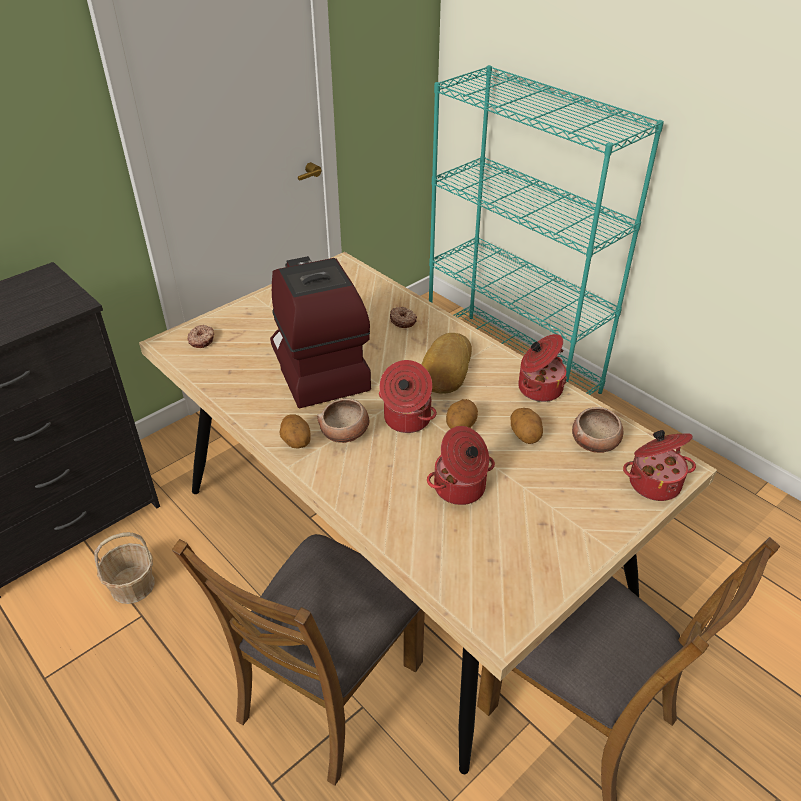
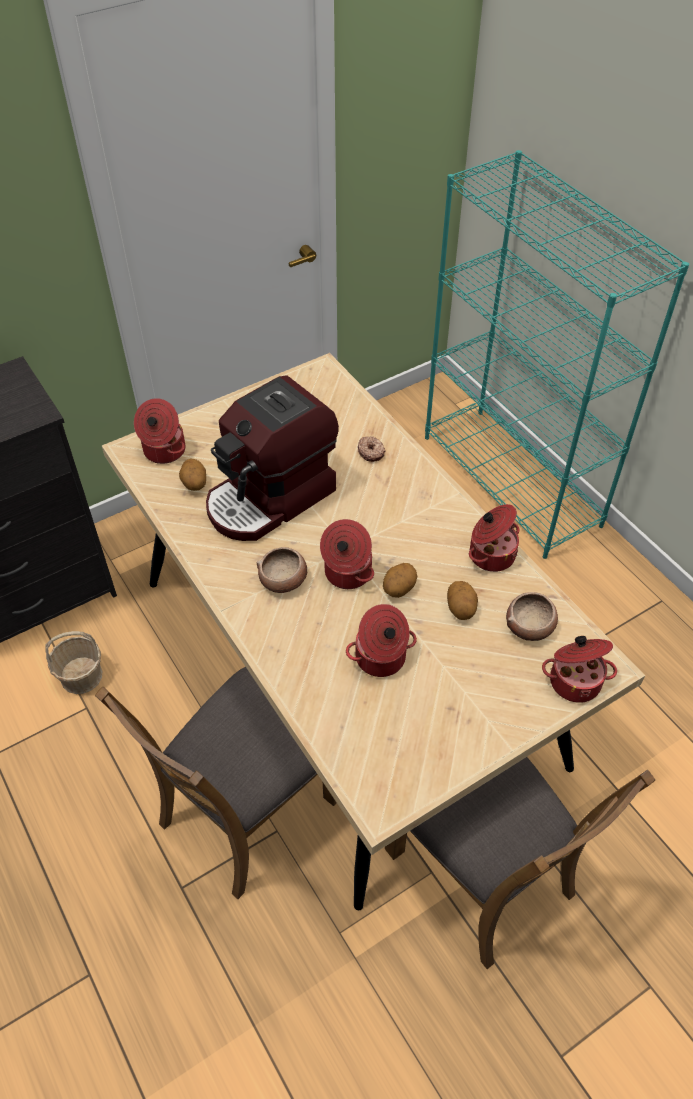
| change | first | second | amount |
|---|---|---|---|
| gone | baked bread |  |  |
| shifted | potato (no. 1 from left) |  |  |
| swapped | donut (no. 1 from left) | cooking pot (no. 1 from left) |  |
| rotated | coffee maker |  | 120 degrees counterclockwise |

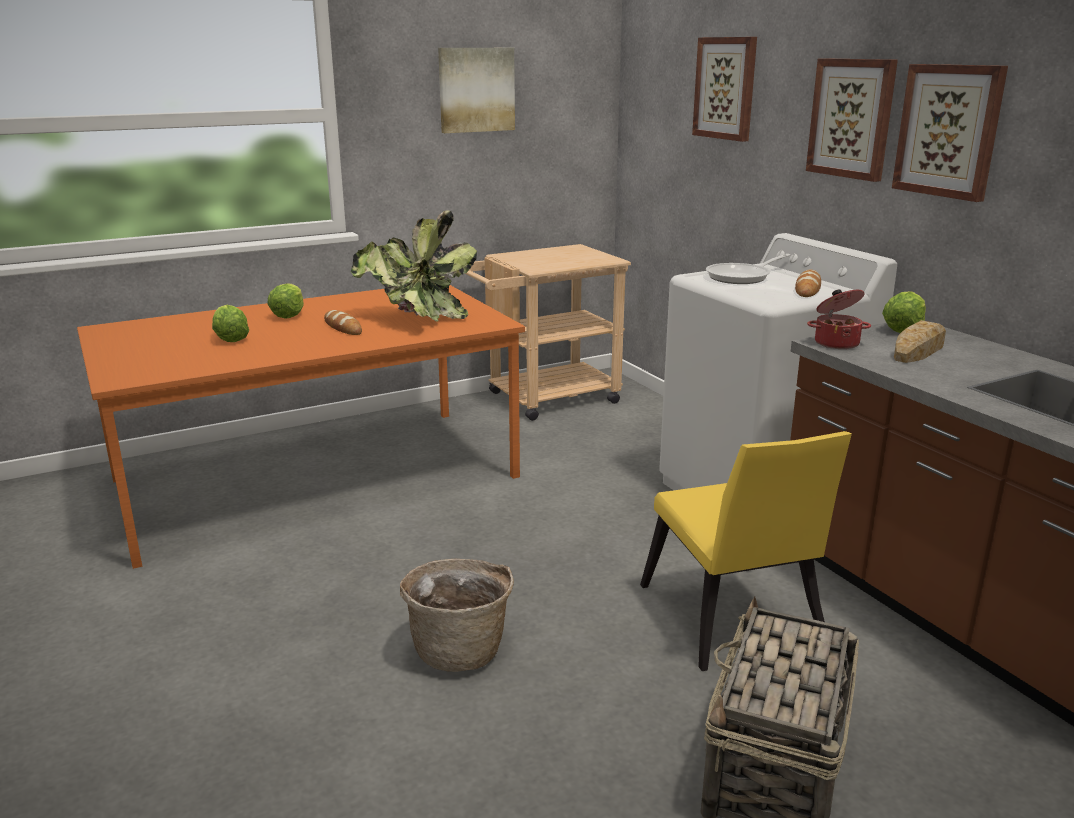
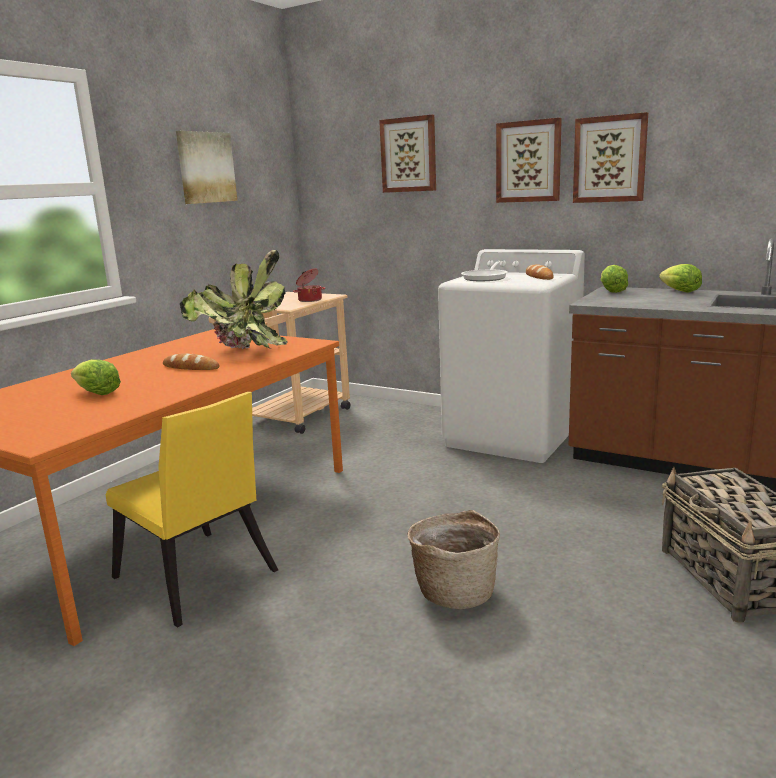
| change | first | second | amount |
|---|---|---|---|
| gone | baked bread (no. 3 from left) |  |  |
| shifted | lettuce head (no. 2 from left in the first image) | lettuce head (no. 3 from left) |  |
| shifted | yellow chair |  |  |
| shifted | cooking pot |  |  |

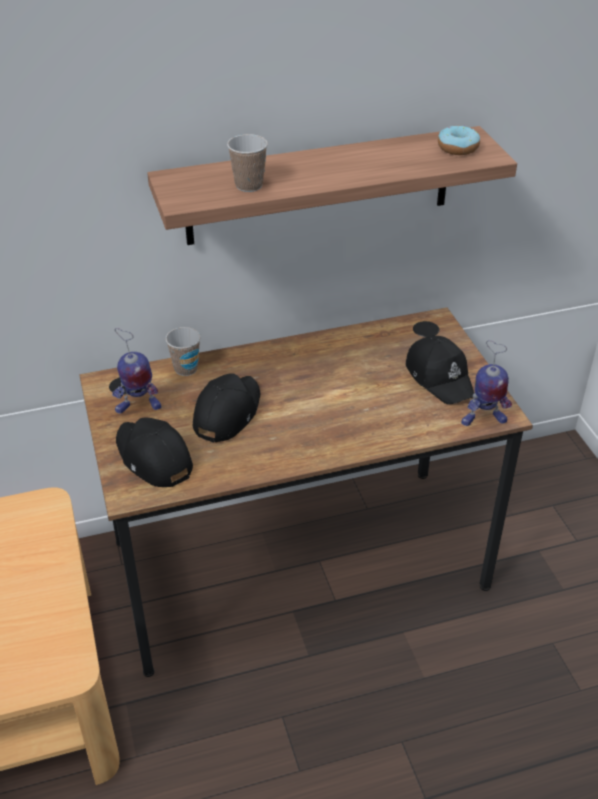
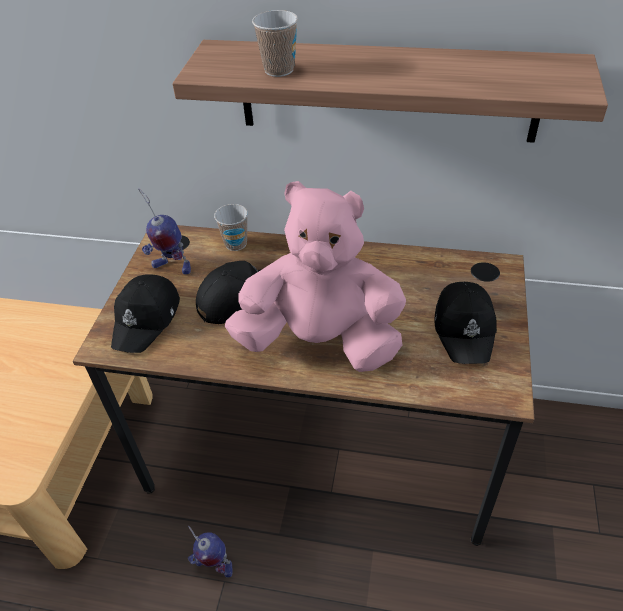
| change | first | second | amount |
|---|---|---|---|
| gone | donut |  |  |
| new |  | pink plush toy |  |
| shifted | robot figure (no. 2 from left) |  |  |
| rotated | black baseball cap (no. 1 from left) |  | 150 degrees counterclockwise |

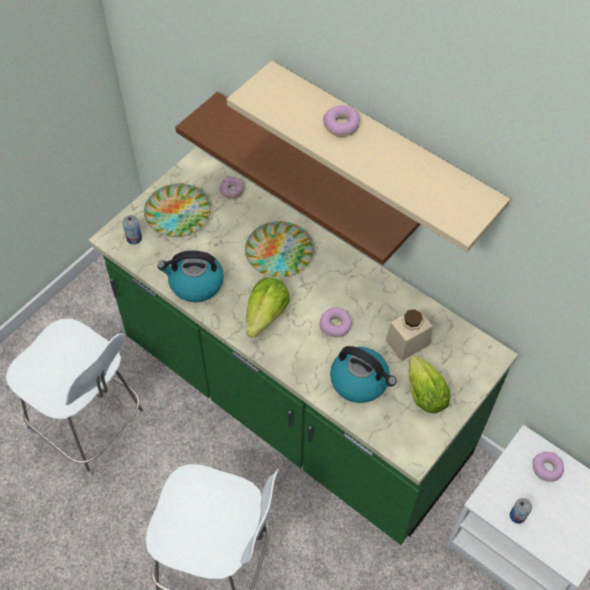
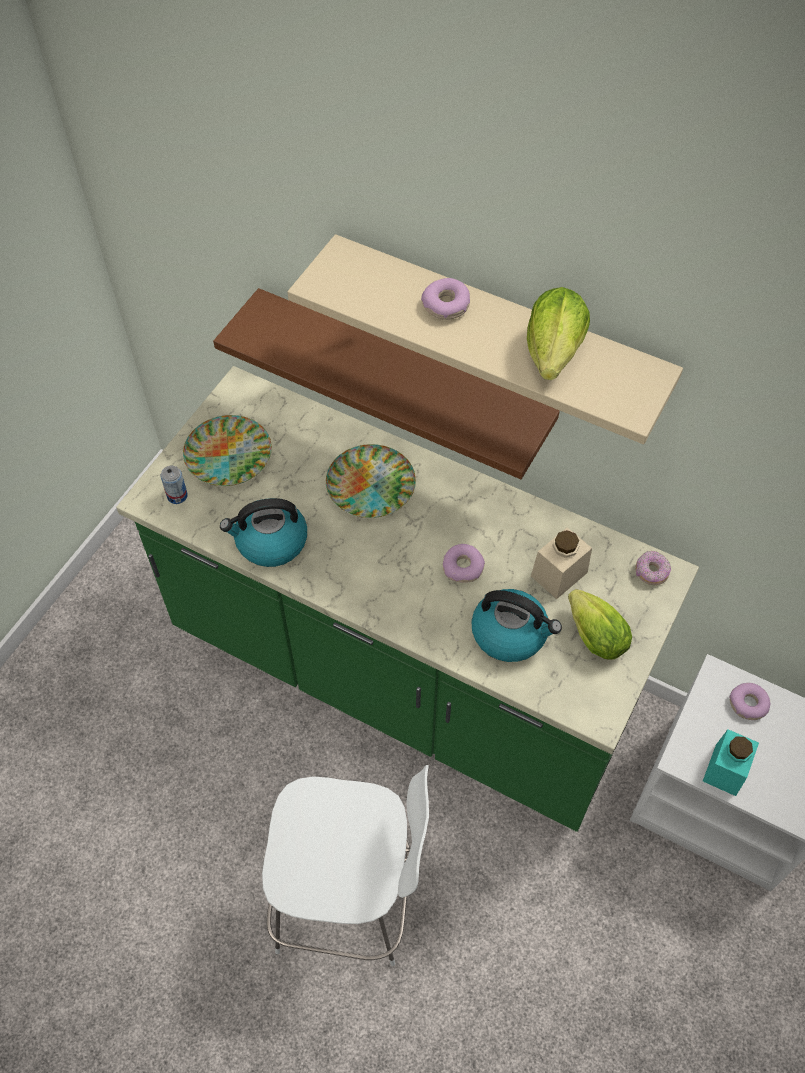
| change | first | second | amount |
|---|---|---|---|
| gone | white stool (no. 1 from left) |  |  |
| shifted | donut (no. 1 from left in the first image) | donut (no. 3 from left) |  |
| shifted | lettuce head (no. 1 from left) |  |  |
| swapped | sealed can (no. 2 from left) | blue-green jar |  |

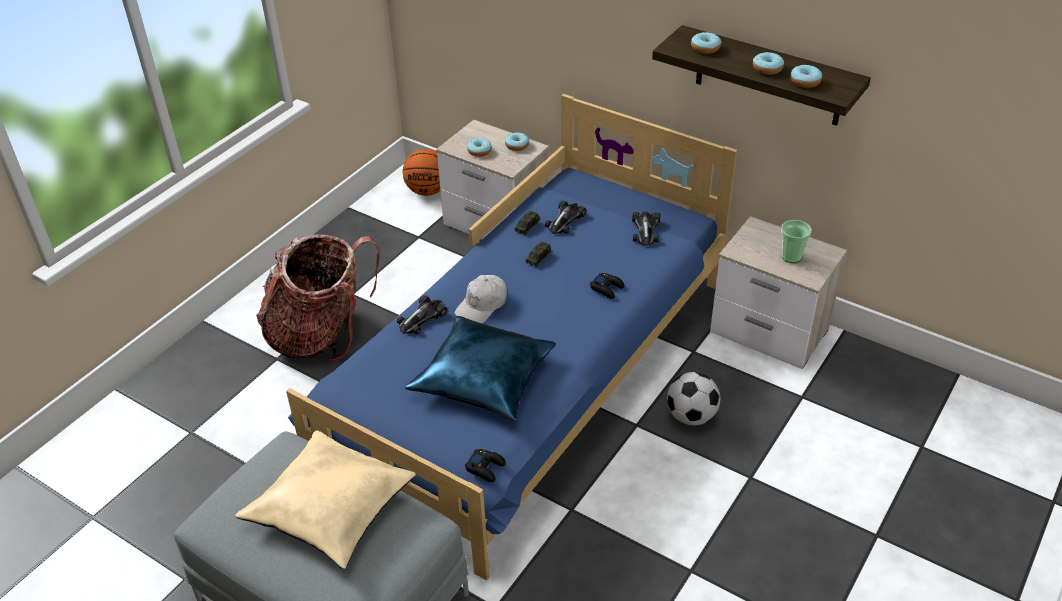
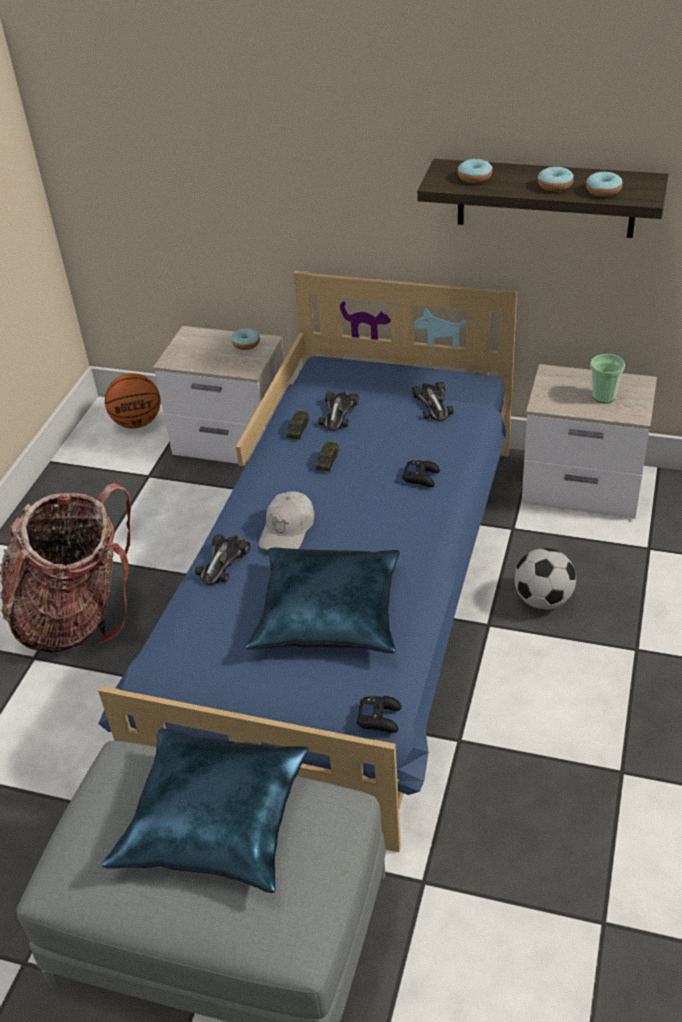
| change | first | second | amount |
|---|---|---|---|
| gone | donut (no. 1 from left) |  |  |
| repainted | beige-coloured pillow | blue-coloured pillow (no. 1 from left) |  |

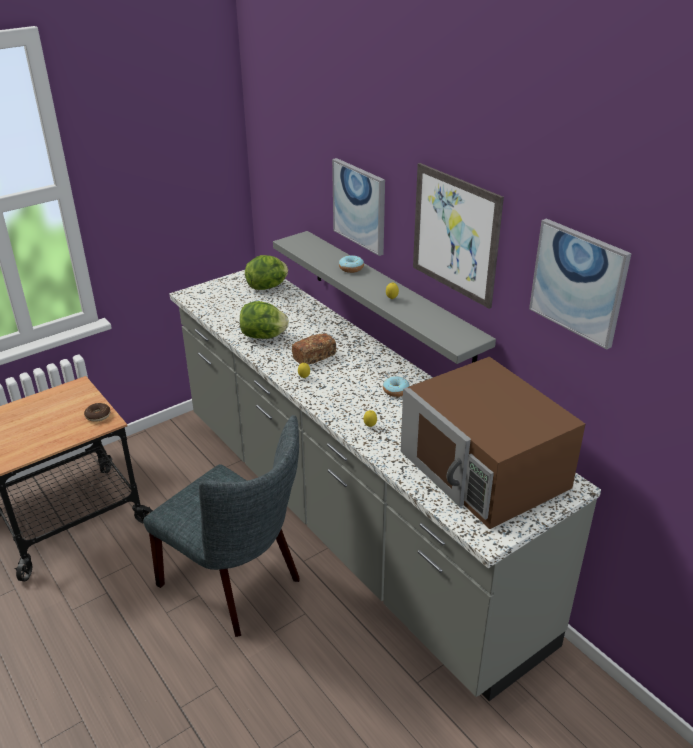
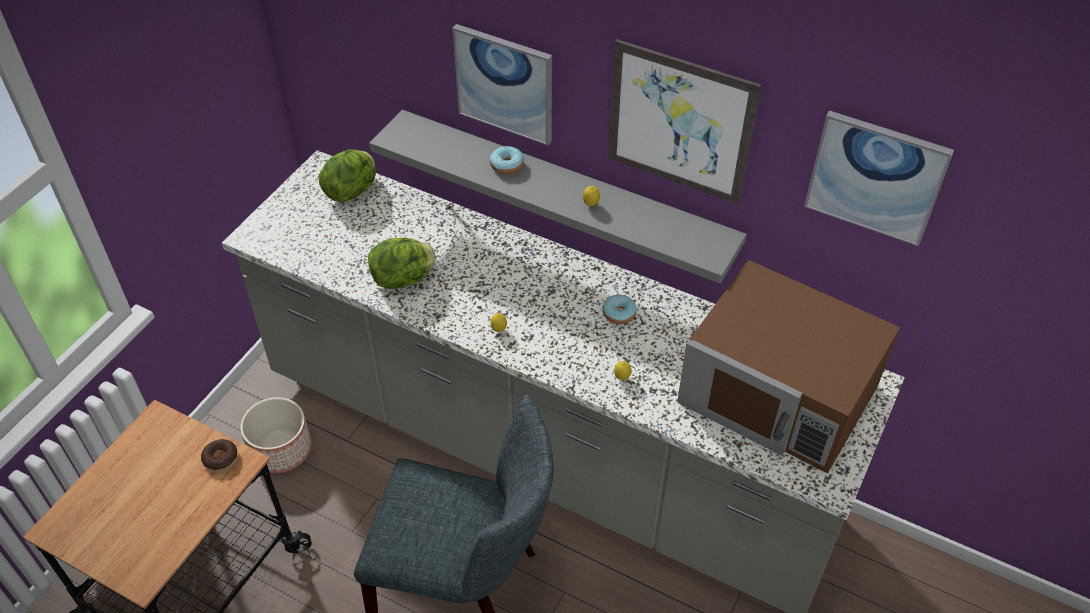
| change | first | second | amount |
|---|---|---|---|
| gone | baked bread |  |  |
| new |  | planter |  |

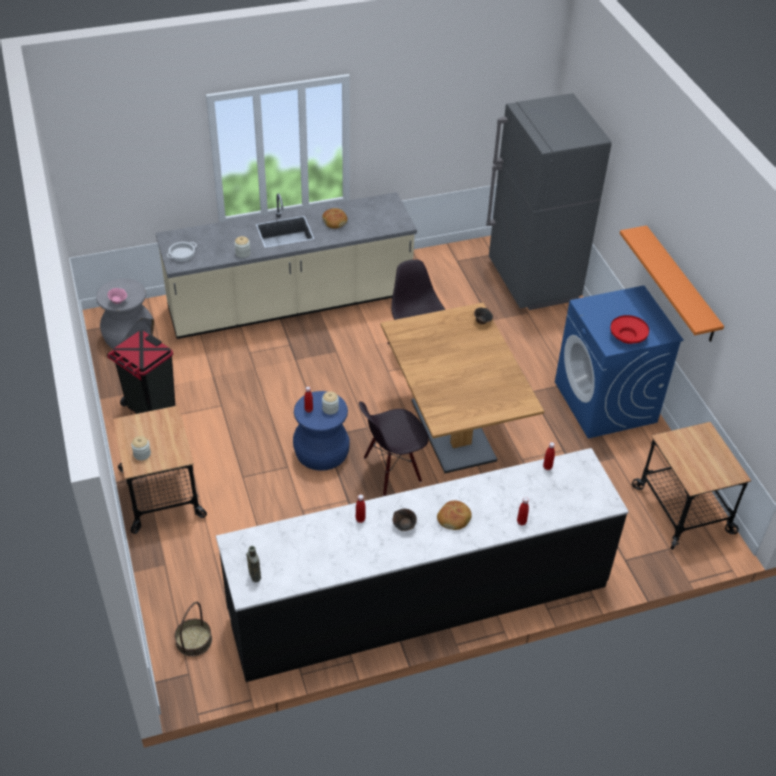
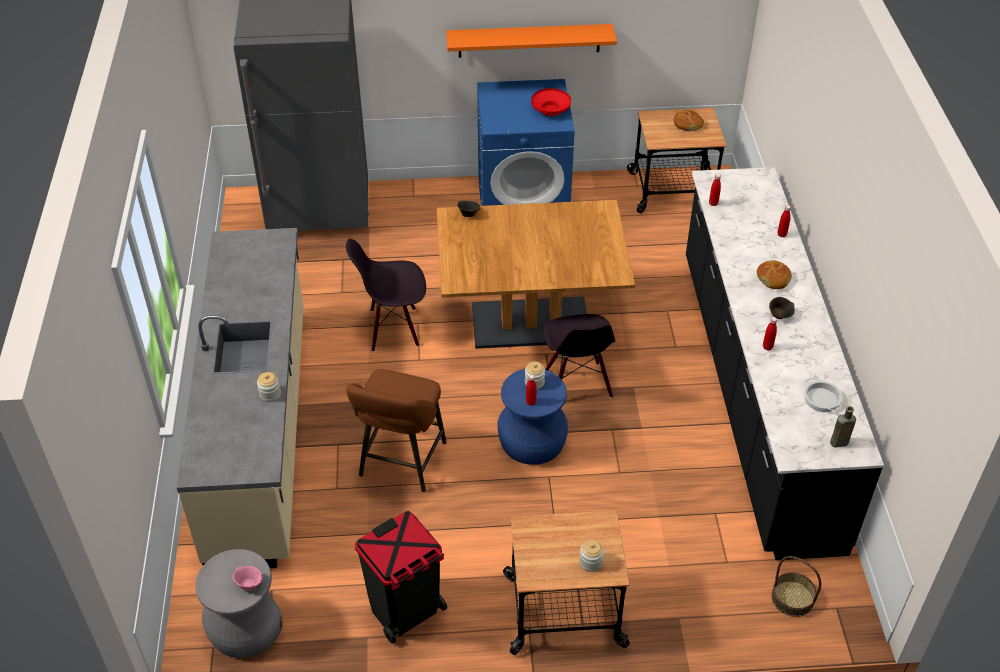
| change | first | second | amount |
|---|---|---|---|
| new |  | brown-coloured stool |  |
| shifted | cooking pot |  |  |
| shifted | baked bread (no. 1 from left) |  |  |

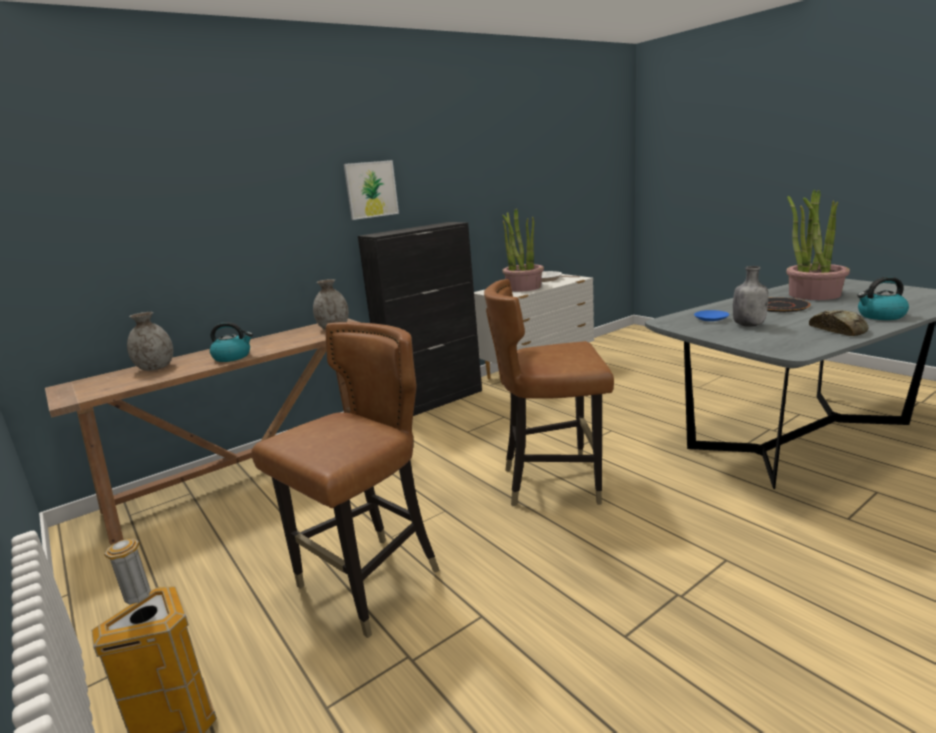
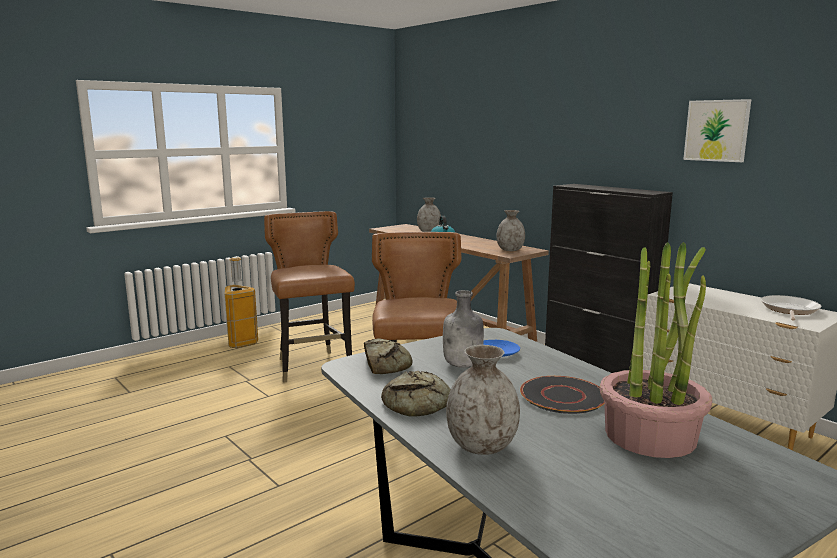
| change | first | second | amount |
|---|---|---|---|
| gone | potted plant (no. 1 from left) |  |  |
| new |  | baked bread (no. 1 from left) |  |
| shifted | wall art |  |  |
| swapped | tea kettle (no. 2 from left) | gray vase (no. 2 from left) |  |
| rotated | brown-coloured chair (no. 1 from left) |  | 150 degrees counterclockwise |

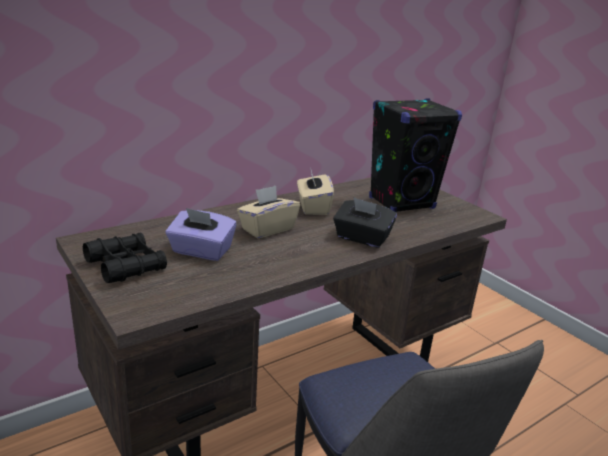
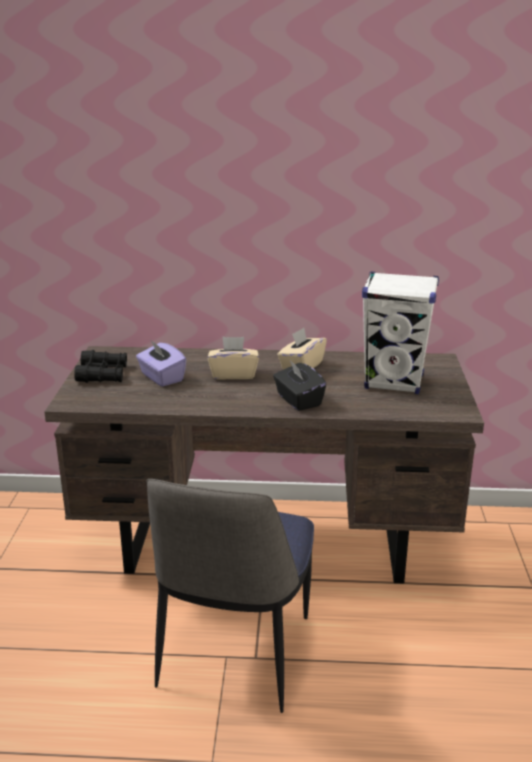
| change | first | second | amount |
|---|---|---|---|
| repainted | black speaker | white speaker |  |

